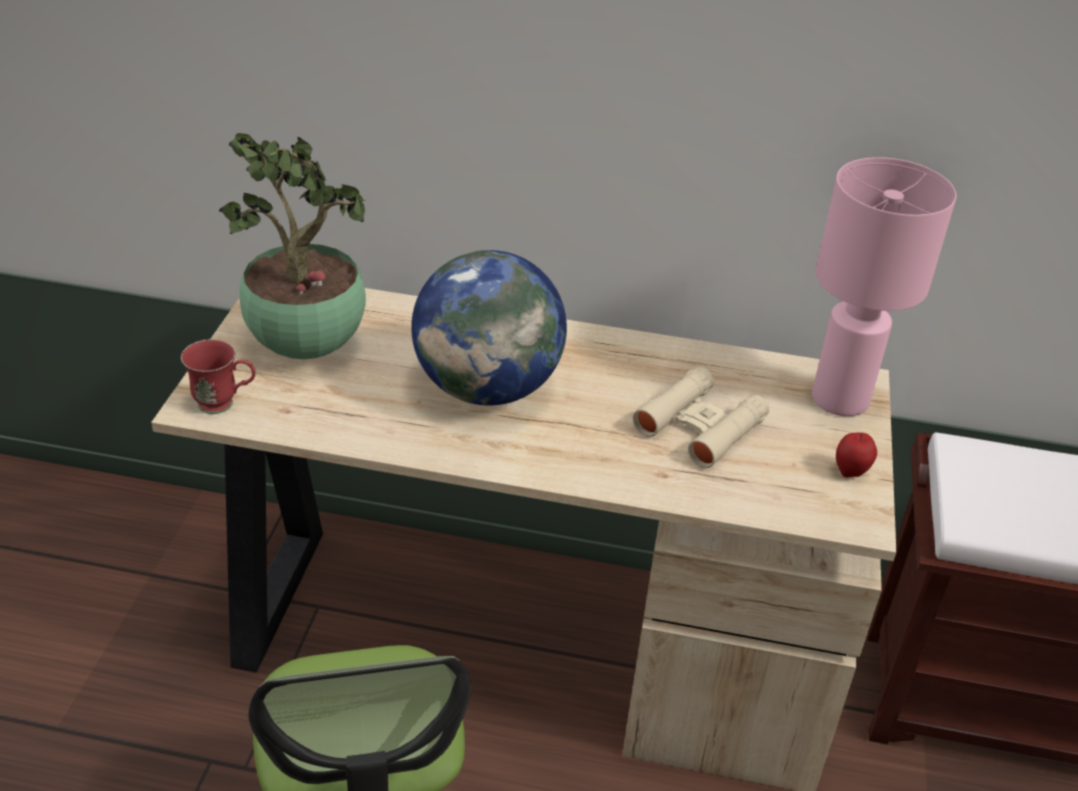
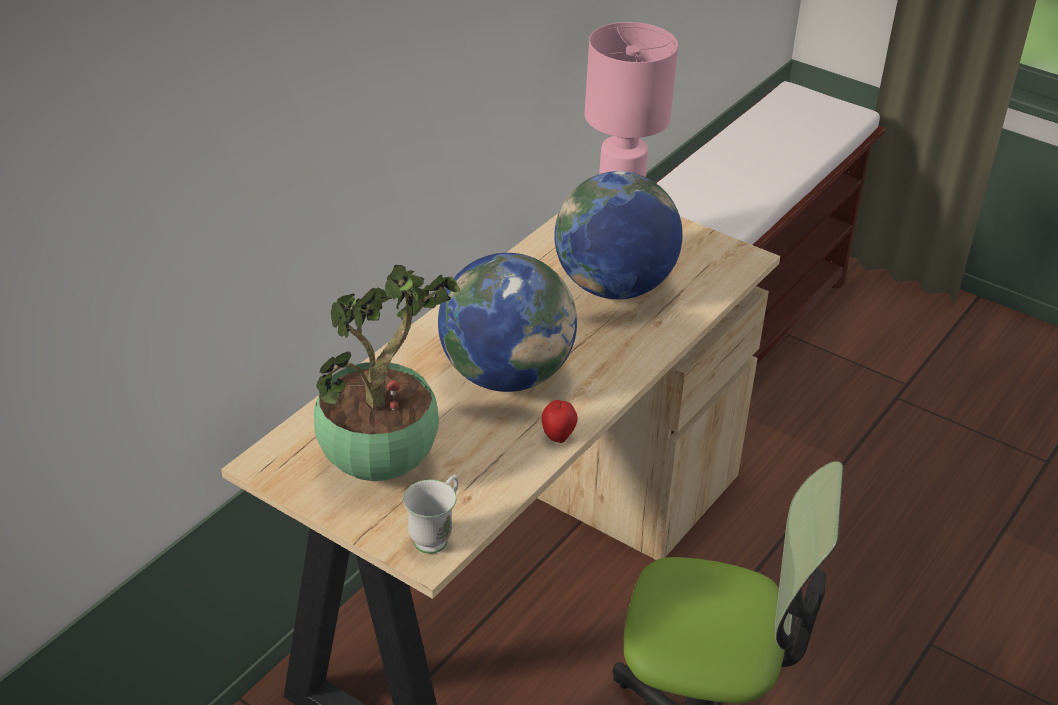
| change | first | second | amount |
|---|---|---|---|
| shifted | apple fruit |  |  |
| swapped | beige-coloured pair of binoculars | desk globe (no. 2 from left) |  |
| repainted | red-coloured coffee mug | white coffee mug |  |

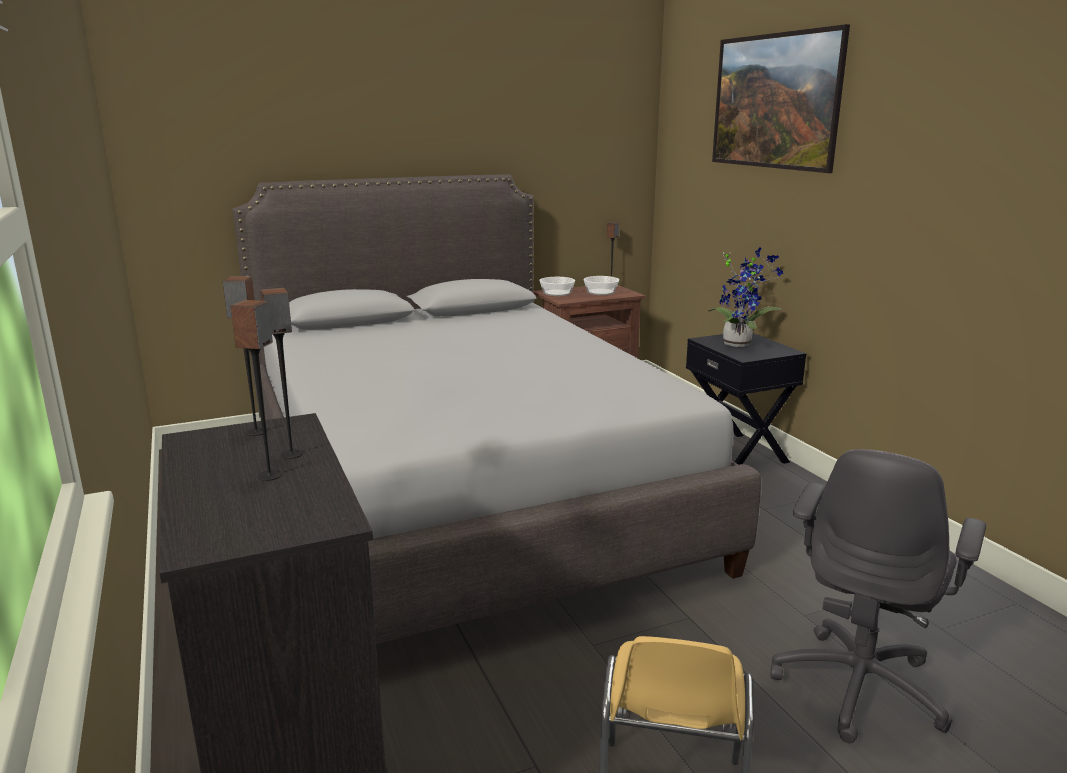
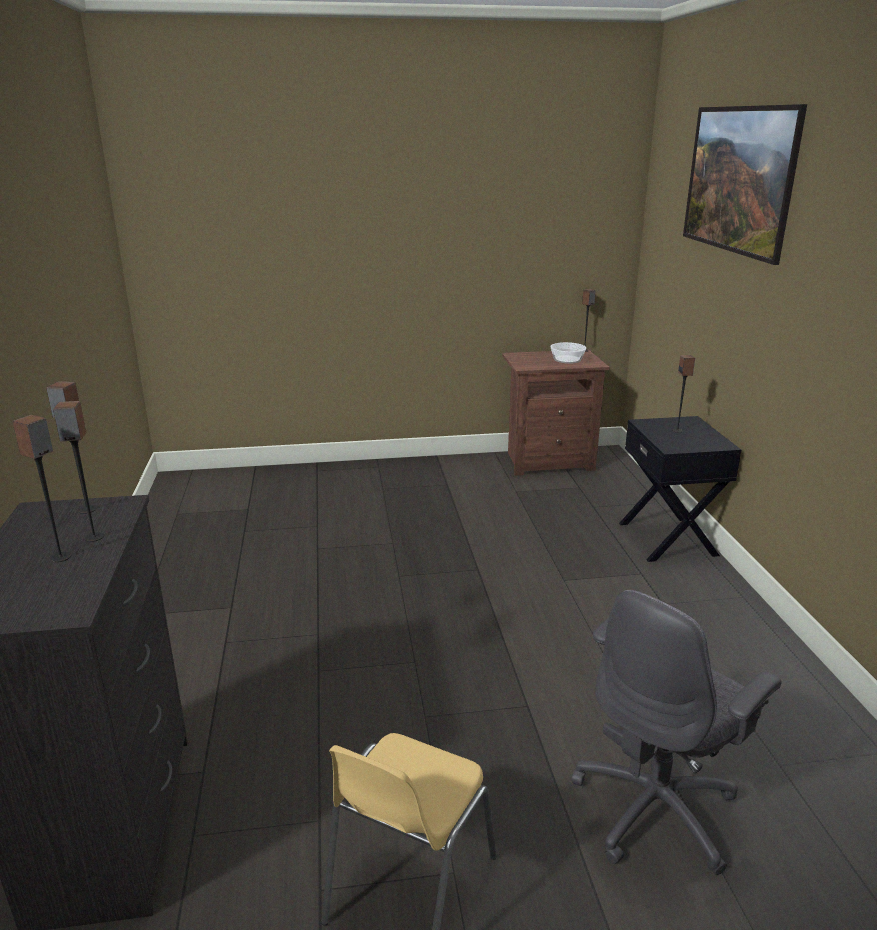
| change | first | second | amount |
|---|---|---|---|
| gone | gray sleeping bed |  |  |
| gone | serving bowl (no. 1 from left) |  |  |
| swapped | potted plant | speaker (no. 5 from left) |  |

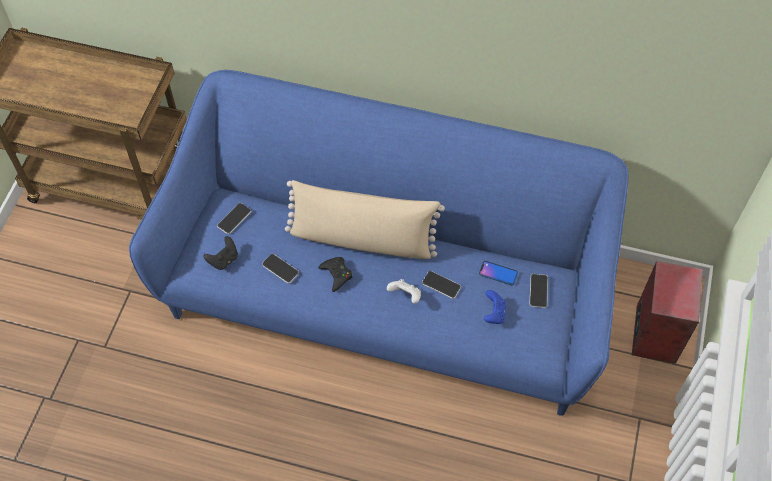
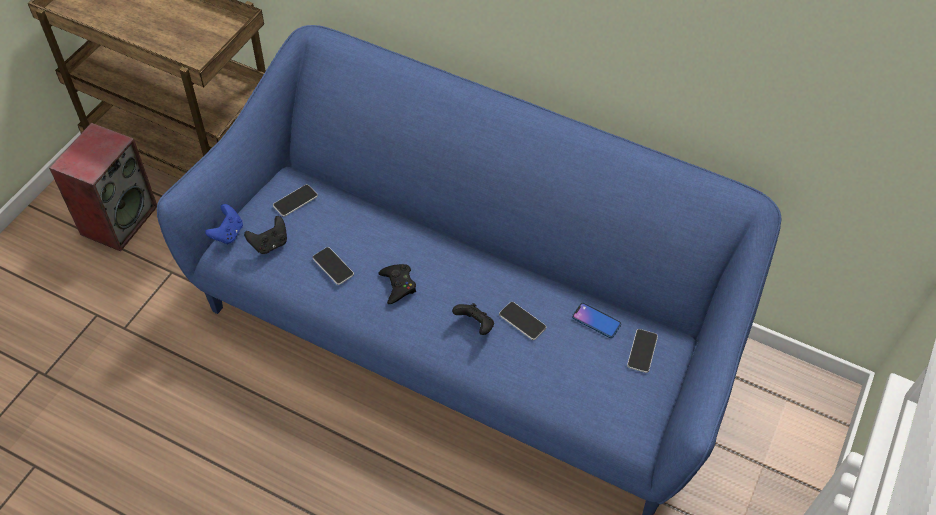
| change | first | second | amount |
|---|---|---|---|
| gone | beige-coloured pillow |  |  |
| shifted | blue-coloured gamepad |  |  |
| shifted | speaker |  |  |
| repainted | white gamepad | black gamepad (no. 3 from left) |  |

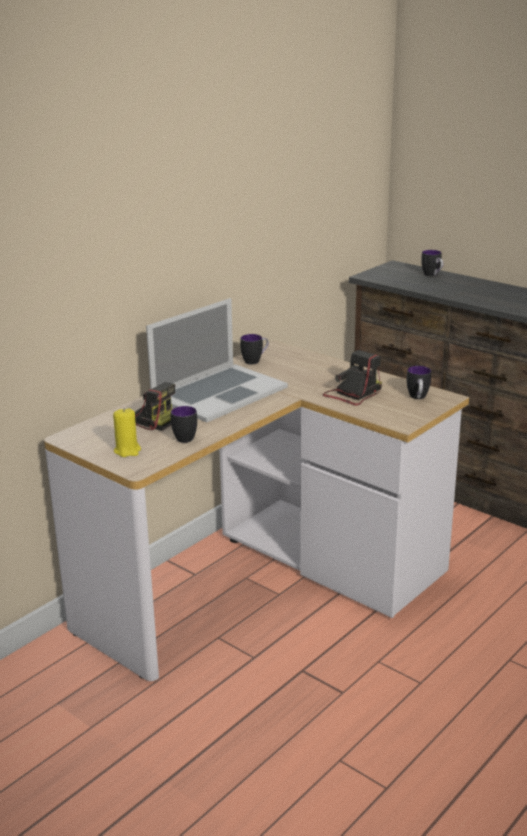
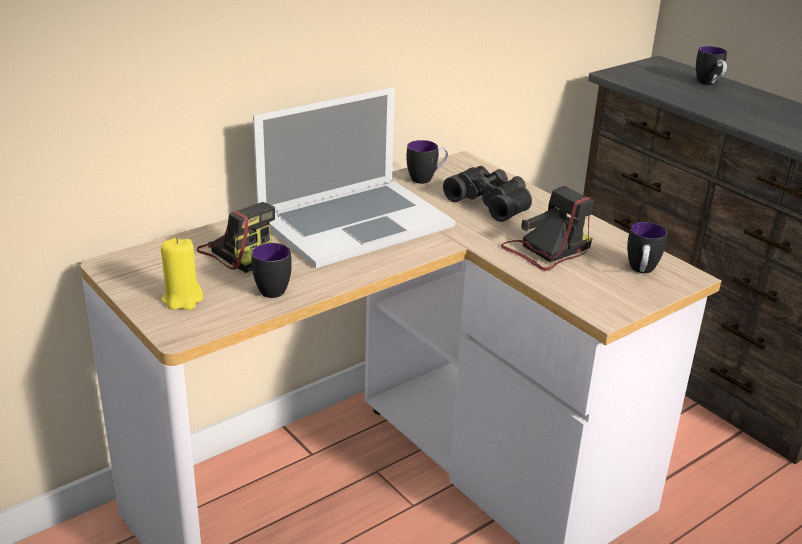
| change | first | second | amount |
|---|---|---|---|
| new |  | black pair of binoculars |  |

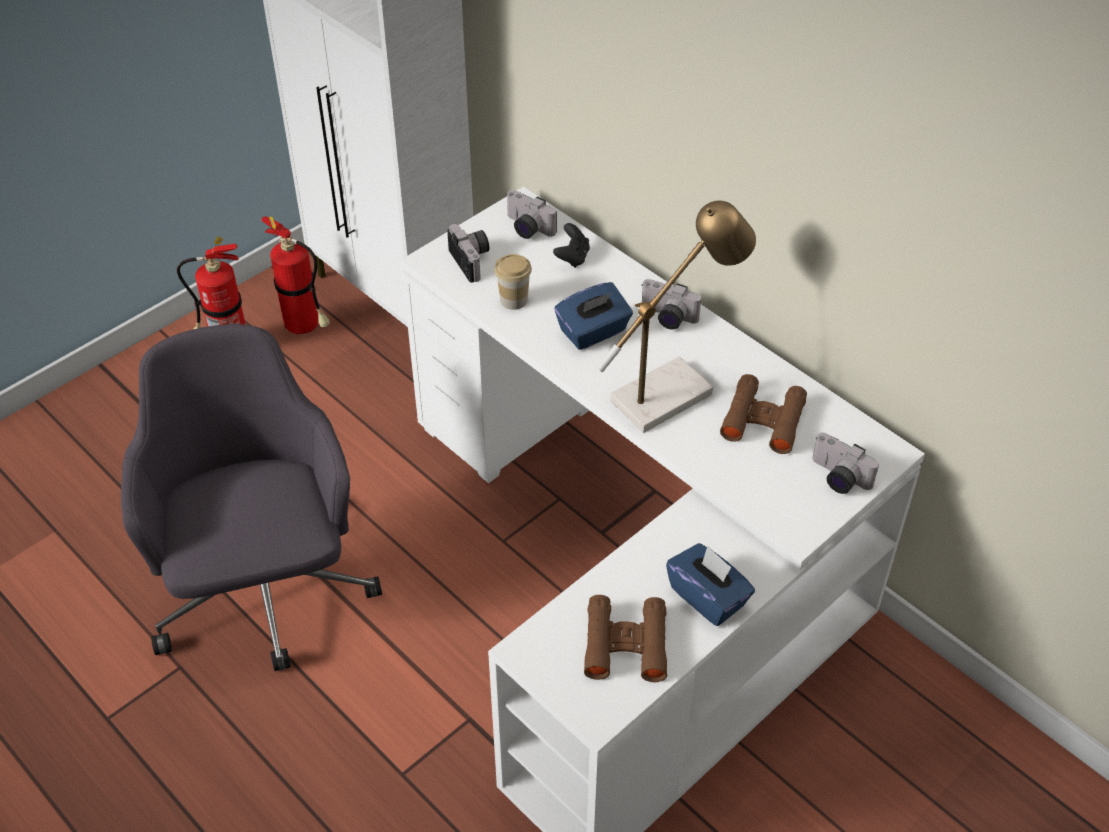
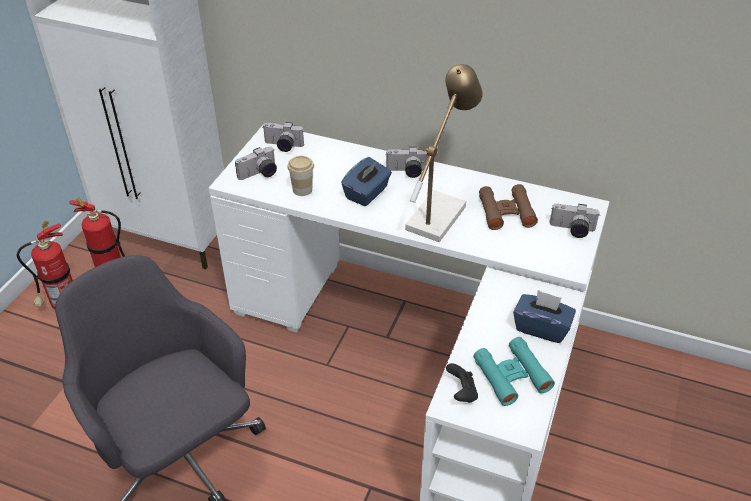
| change | first | second | amount |
|---|---|---|---|
| shifted | black gamepad |  |  |
| repainted | brown-coloured pair of binoculars (no. 1 from left) | blue-green pair of binoculars |  |
| rotated | photo camera (no. 1 from left) |  | 105 degrees clockwise |

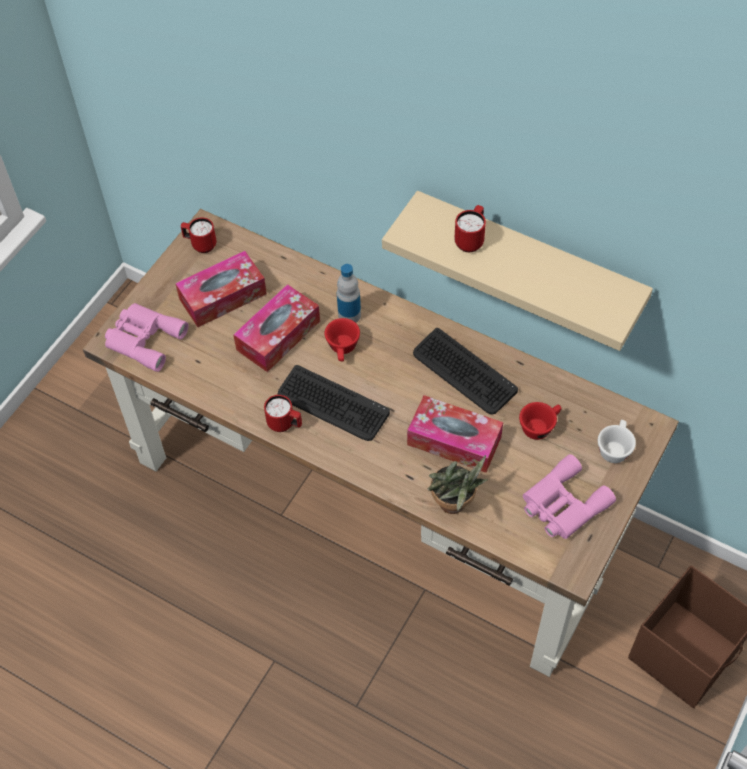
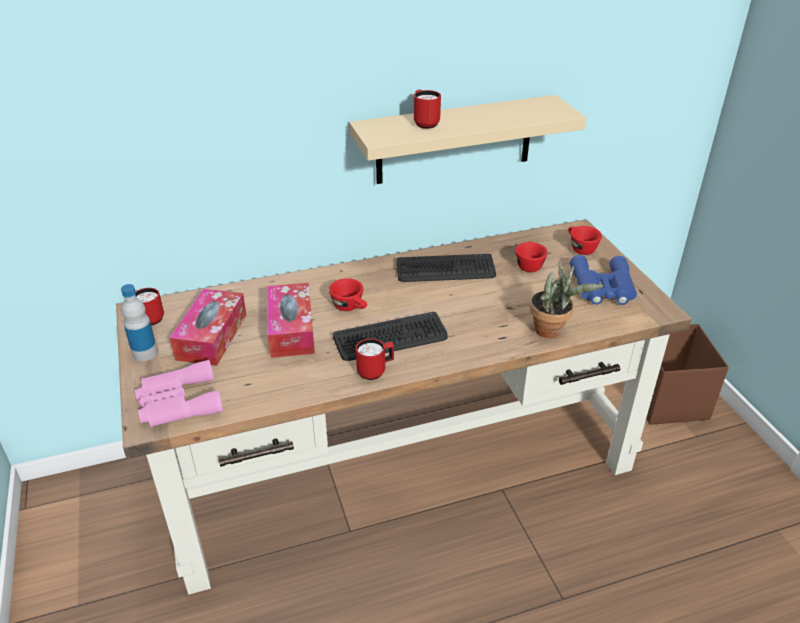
| change | first | second | amount |
|---|---|---|---|
| gone | tissue holder (no. 3 from left) |  |  |
| shifted | bottle |  |  |
| repainted | pink pair of binoculars (no. 2 from left) | blue-coloured pair of binoculars |  |
| repainted | white cup | red-coloured cup (no. 3 from left) |  |

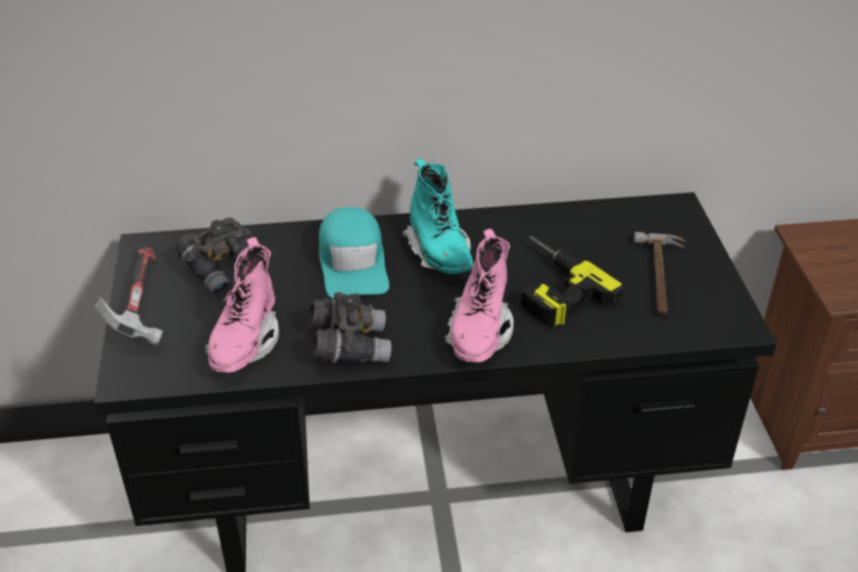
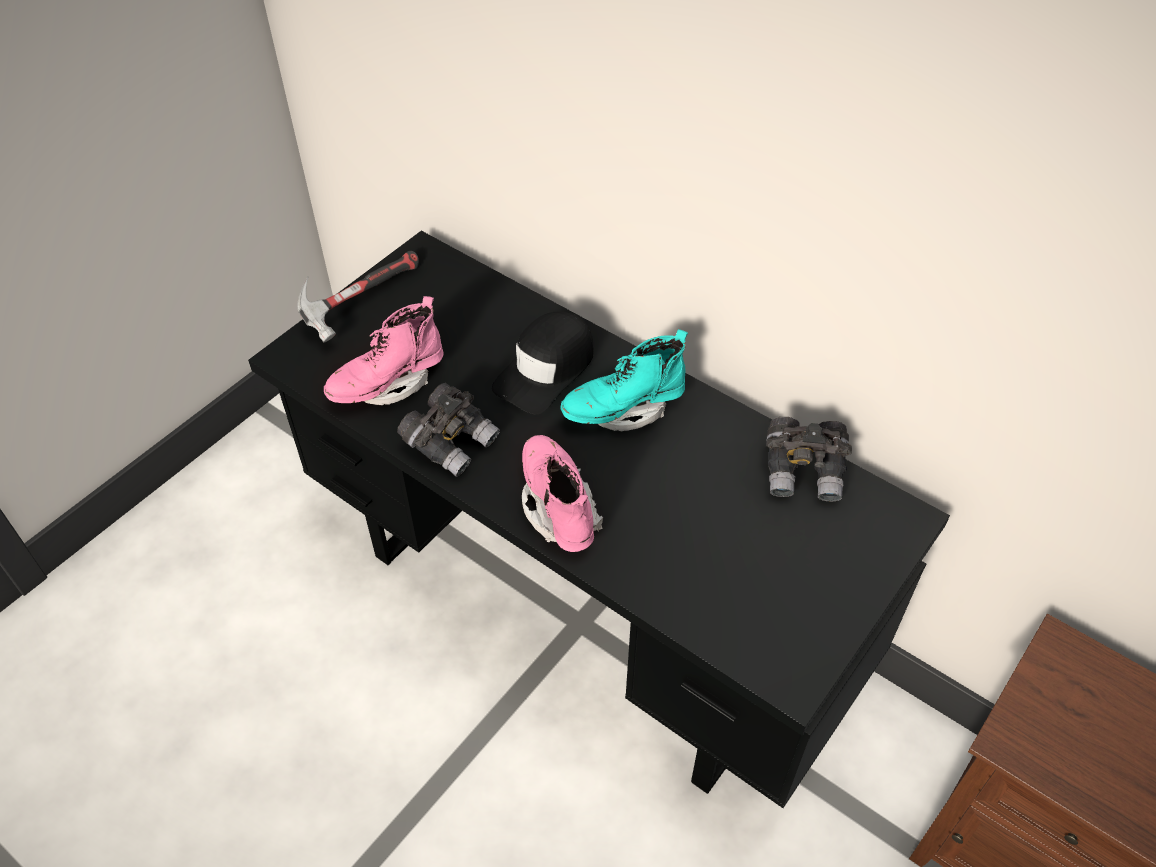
| change | first | second | amount |
|---|---|---|---|
| gone | power drill |  |  |
| gone | hand hammer (no. 2 from left) |  |  |
| shifted | gray pair of binoculars (no. 1 from left in the first image) | gray pair of binoculars (no. 2 from left) |  |
| repainted | blue-green baseball cap | black baseball cap |  |
| rotated | blue-green tall boot |  | 45 degrees clockwise |
| rotated | pink tall boot (no. 2 from left) |  | 105 degrees clockwise |

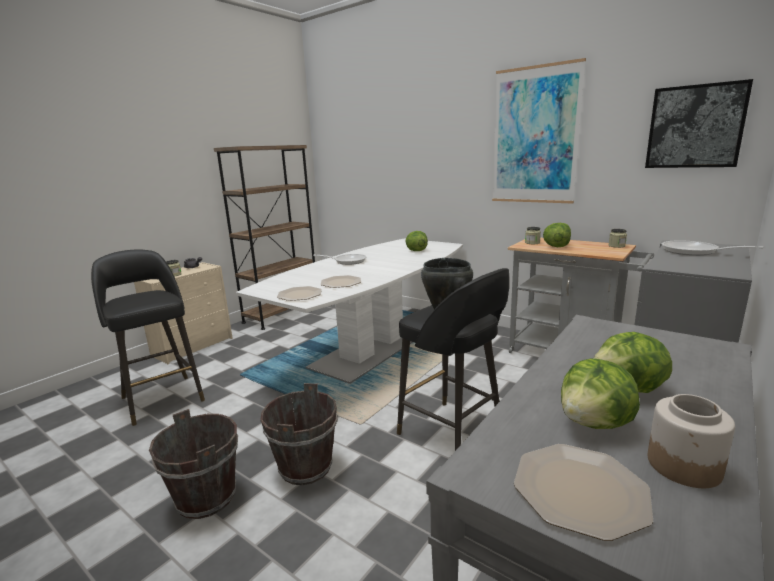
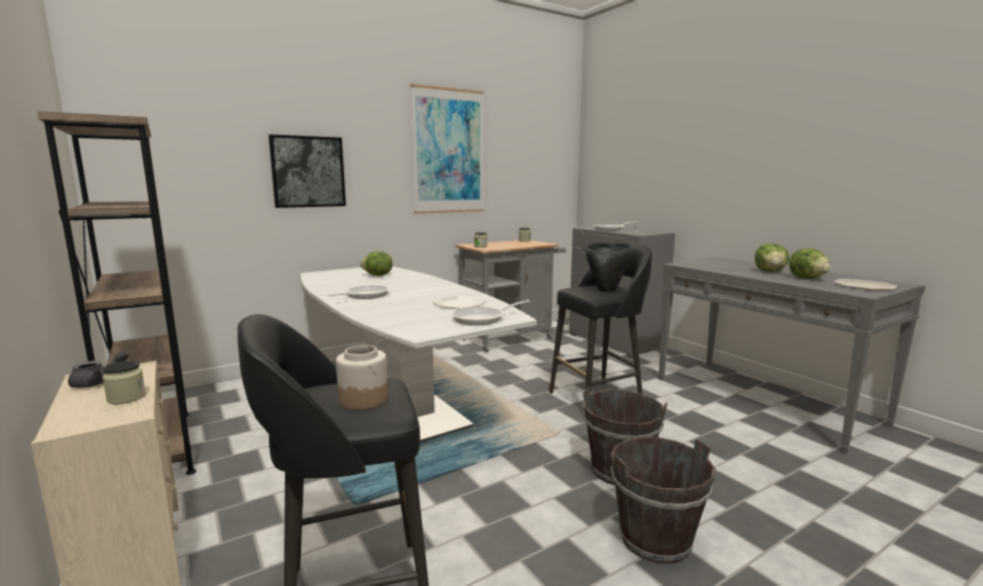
| change | first | second | amount |
|---|---|---|---|
| gone | lettuce head (no. 2 from left) |  |  |
| shifted | wall art (no. 2 from left in the first image) | wall art (no. 1 from left) |  |
| shifted | jar (no. 4 from left in the first image) | jar (no. 2 from left) |  |
| swapped | flat dish (no. 1 from left) | frying pan (no. 2 from left) |  |

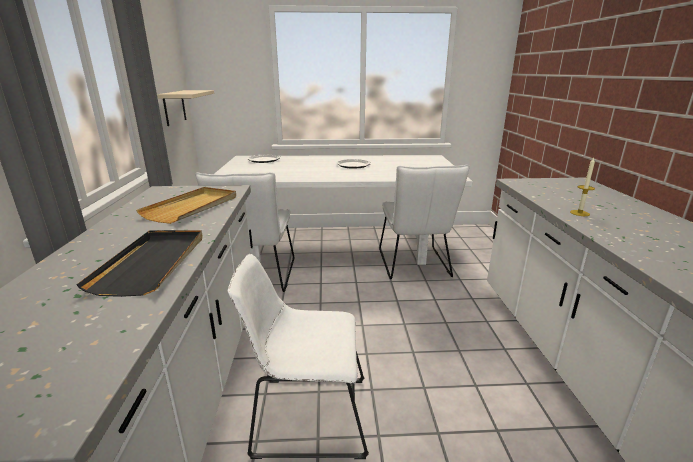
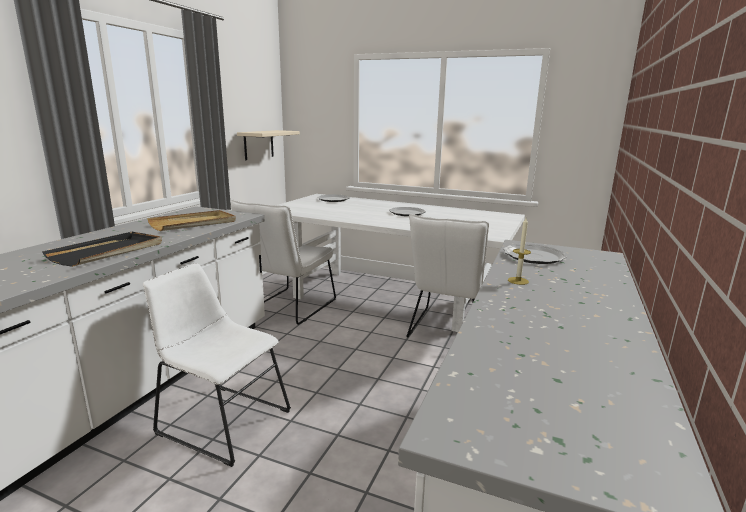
| change | first | second | amount |
|---|---|---|---|
| new |  | flat dish (no. 3 from left) |  |

